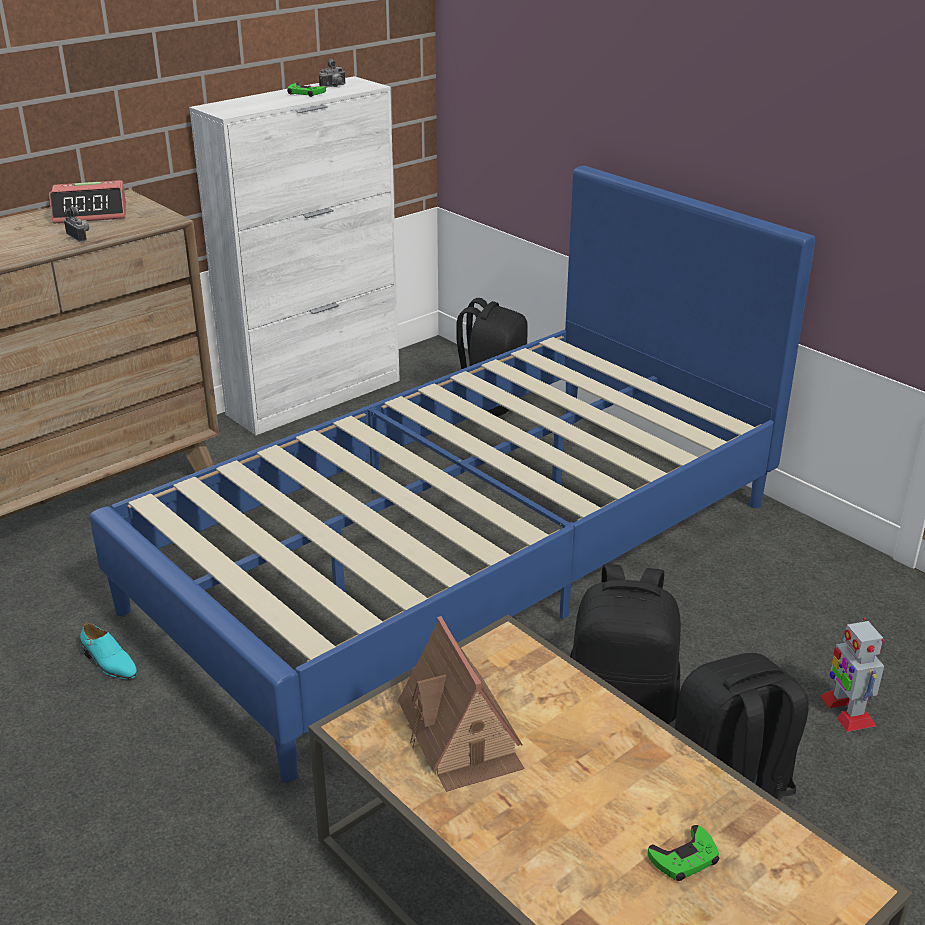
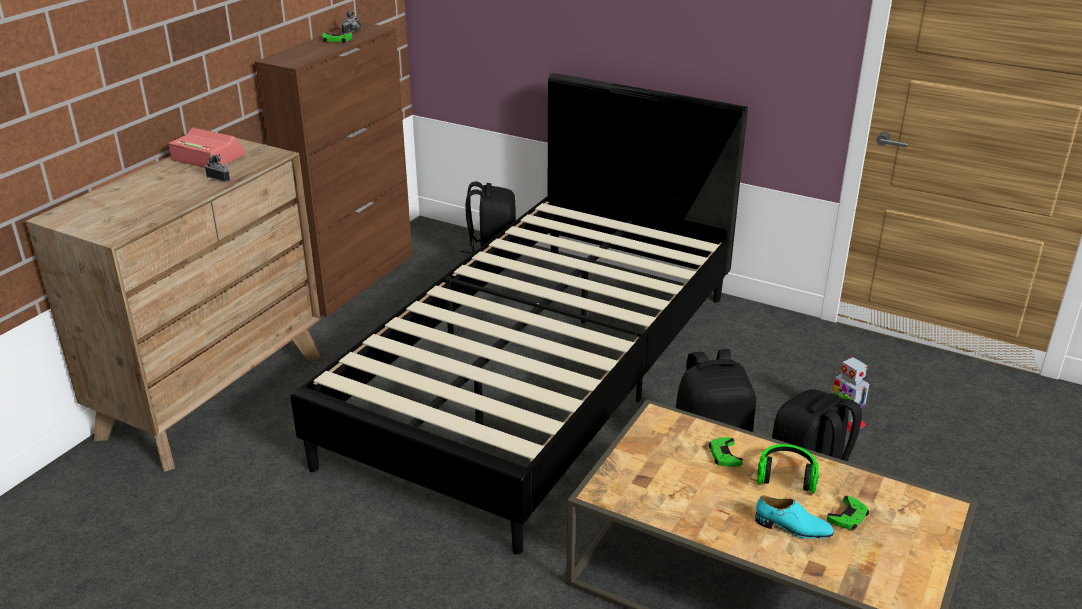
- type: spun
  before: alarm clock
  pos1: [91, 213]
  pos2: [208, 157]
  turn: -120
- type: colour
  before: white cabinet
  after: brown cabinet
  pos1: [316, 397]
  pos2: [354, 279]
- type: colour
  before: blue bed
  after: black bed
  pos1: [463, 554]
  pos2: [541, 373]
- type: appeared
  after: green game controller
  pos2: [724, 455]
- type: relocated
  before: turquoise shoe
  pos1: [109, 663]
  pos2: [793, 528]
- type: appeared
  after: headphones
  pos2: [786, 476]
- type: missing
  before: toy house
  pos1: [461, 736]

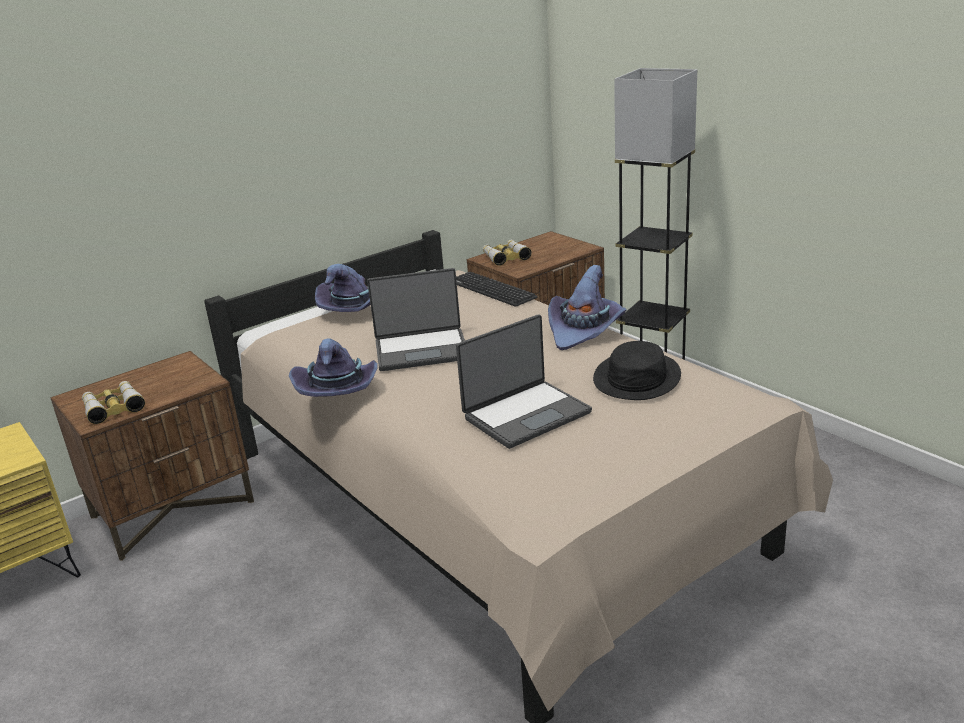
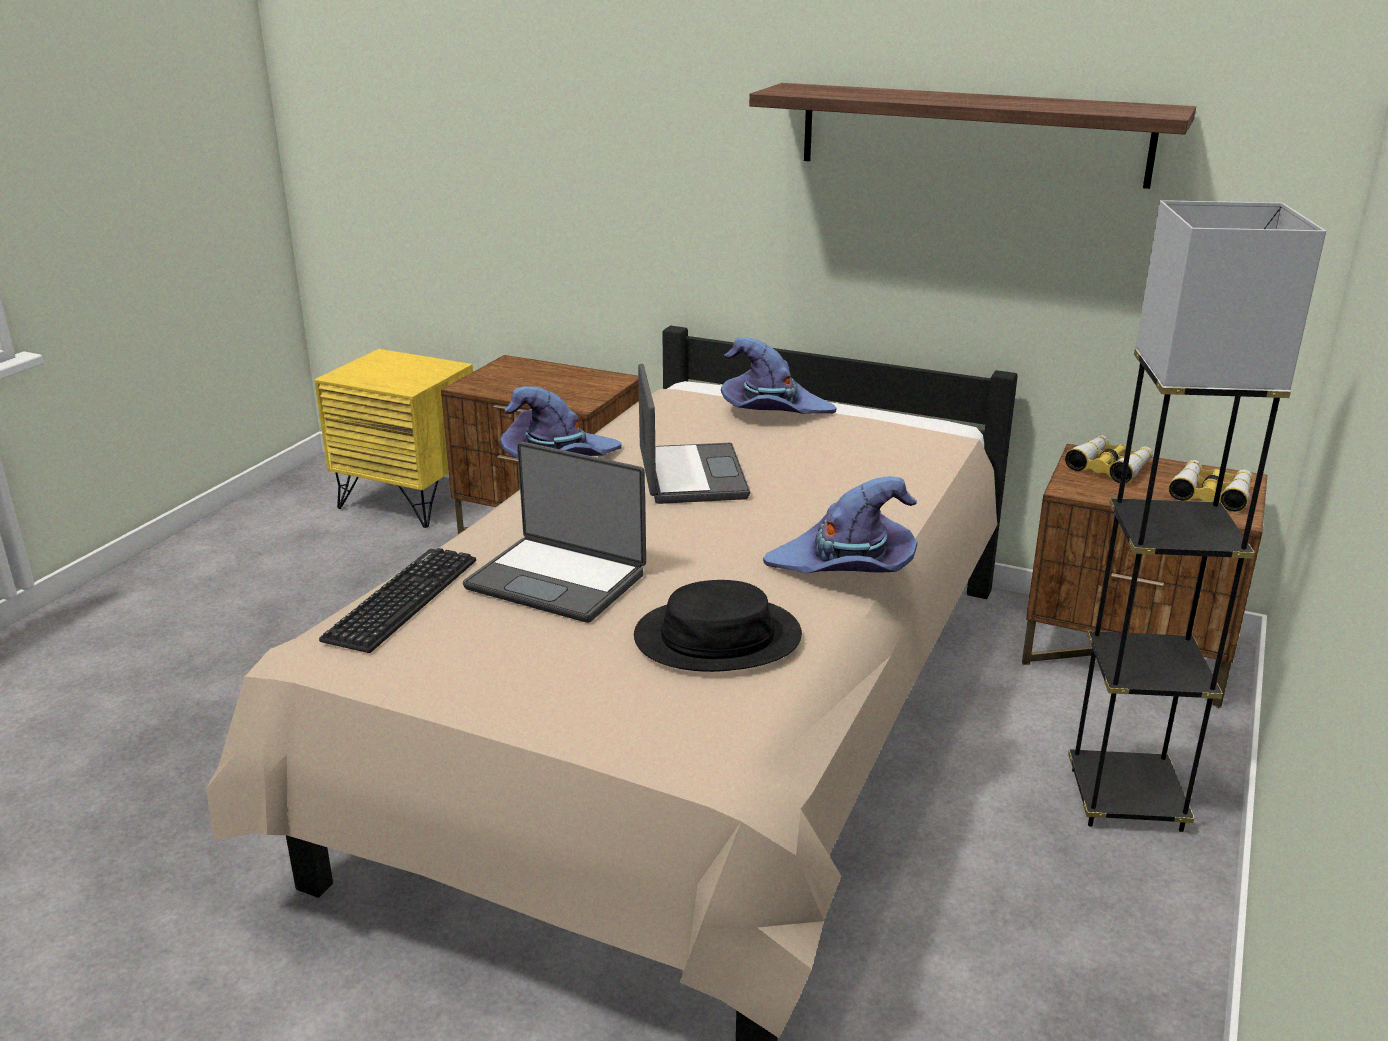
- type: relocated
  before: keyboard
  pos1: [492, 290]
  pos2: [402, 600]
- type: spun
  before: laptop
  pos1: [421, 350]
  pos2: [689, 476]
  turn: -150
- type: appeared
  after: shelf
  pos2: [972, 134]
- type: relocated
  before: binoculars
  pos1: [113, 408]
  pos2: [1210, 494]

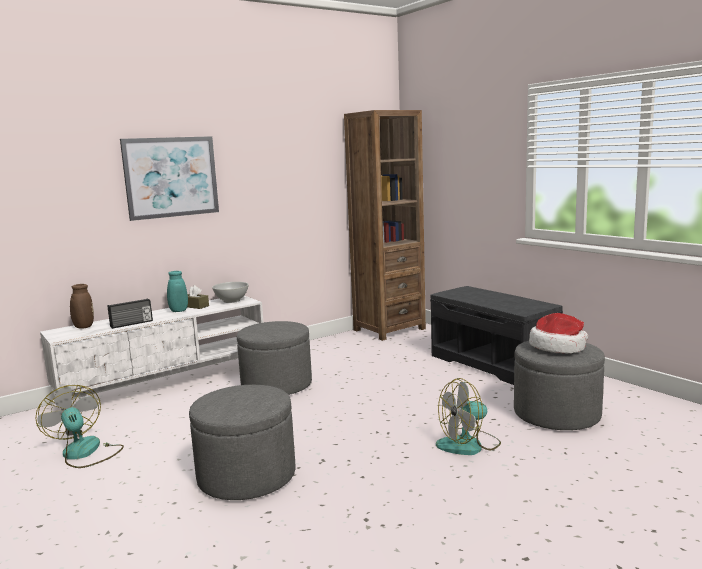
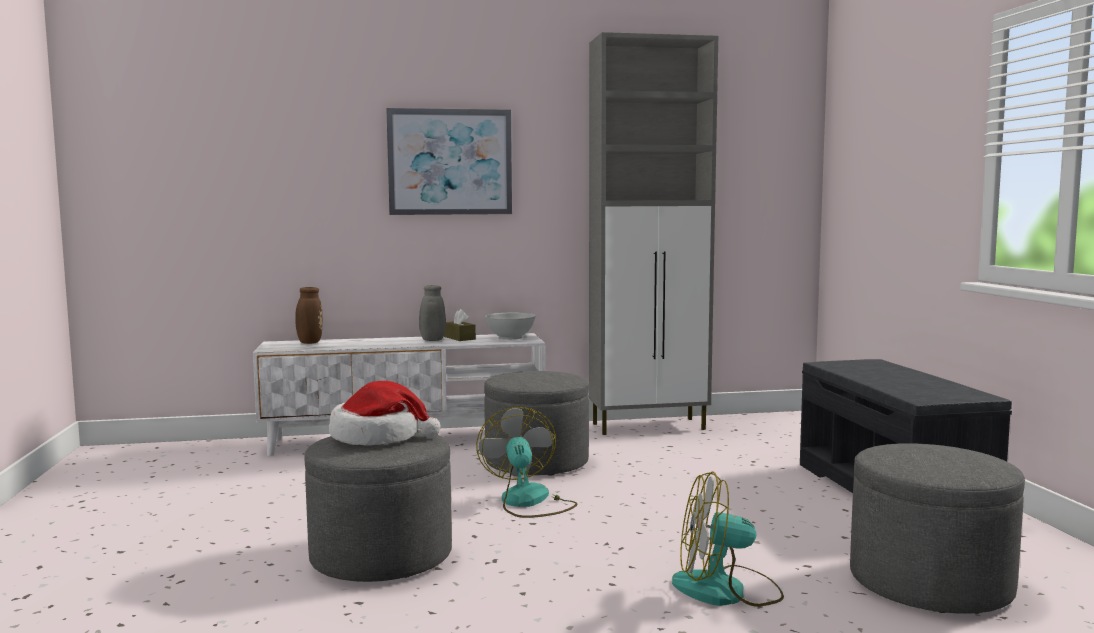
- type: relocated
  before: hat
  pos1: [558, 347]
  pos2: [378, 437]
- type: colour
  before: turquoise vase
  after: grey vase
  pos1: [178, 311]
  pos2: [431, 340]
- type: relocated
  before: fan
  pos1: [85, 453]
  pos2: [528, 502]
- type: appeared
  after: grey cabinet
  pos2: [650, 426]
- type: missing
  before: radio
  pos1: [131, 324]
- type: missing
  before: brown bookcase
  pos1: [389, 329]

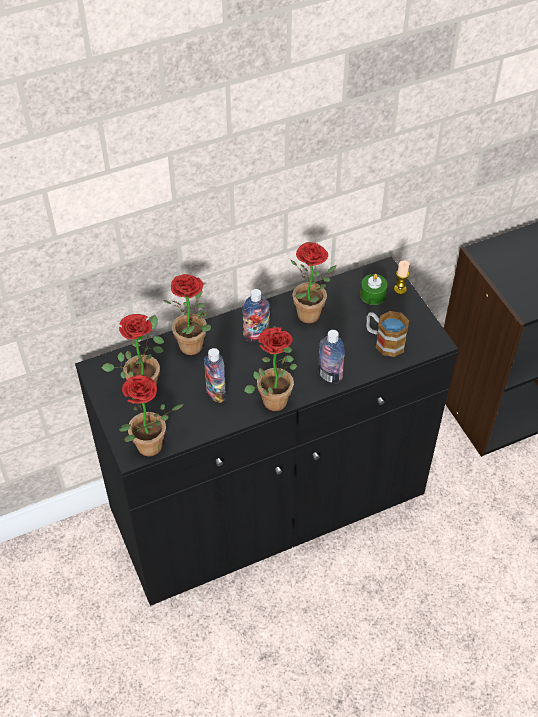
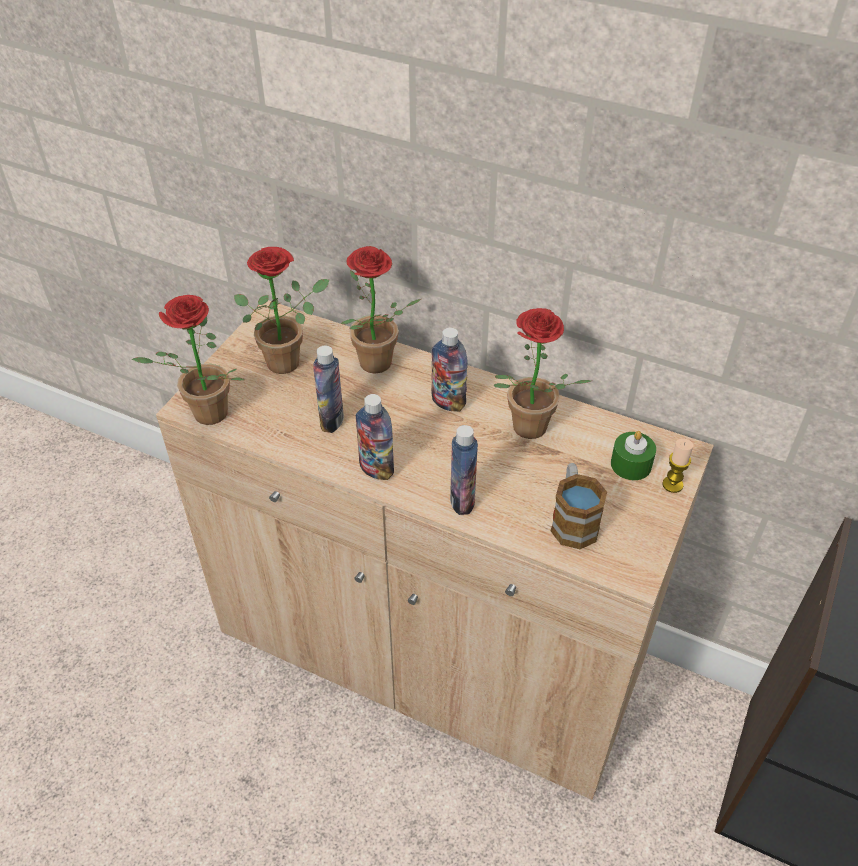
- type: colour
  before: black cabinet
  after: beige cabinet
  pos1: [268, 504]
  pos2: [429, 650]
- type: exchanged
  before: potted plant
  after: bottle
  pos1: [273, 397]
  pos2: [376, 469]

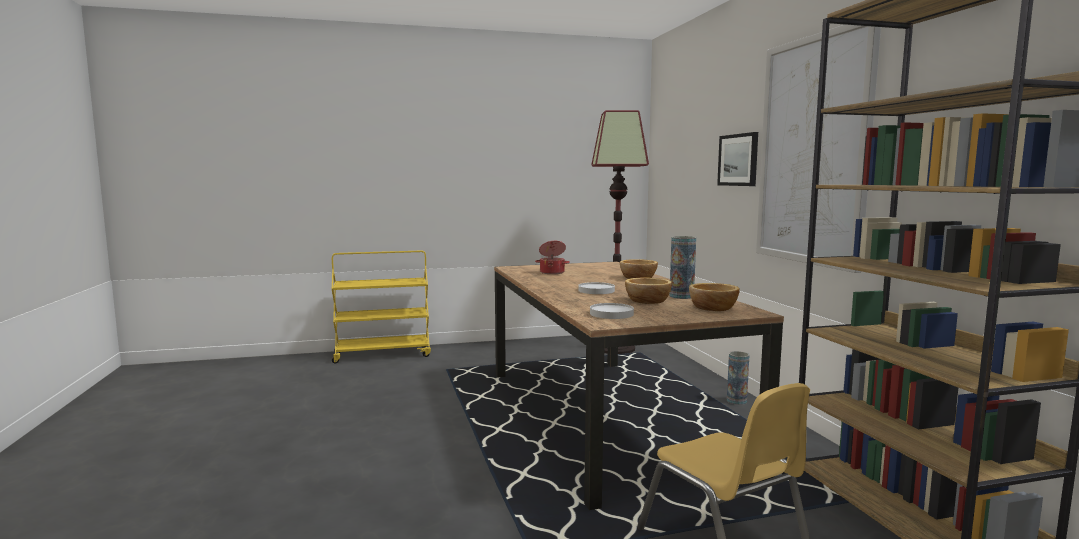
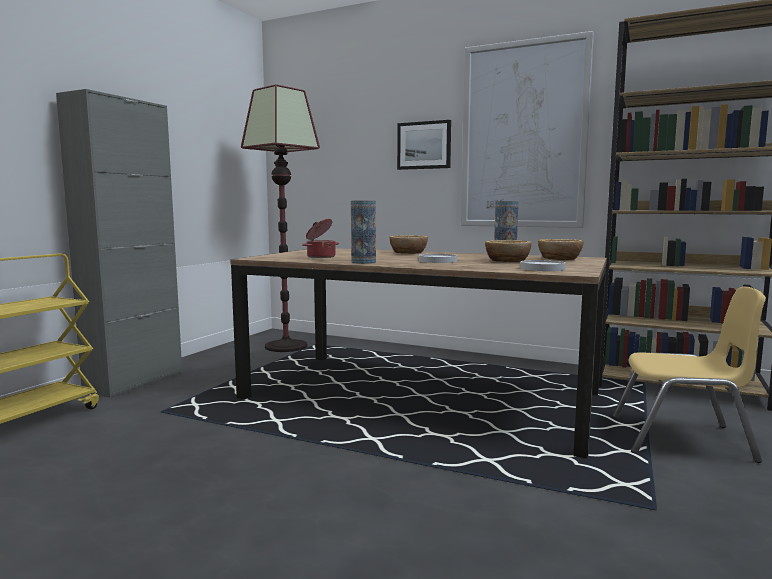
- type: appeared
  after: grey cabinet
  pos2: [134, 381]
- type: relocated
  before: vase
  pos1: [736, 401]
  pos2: [363, 262]

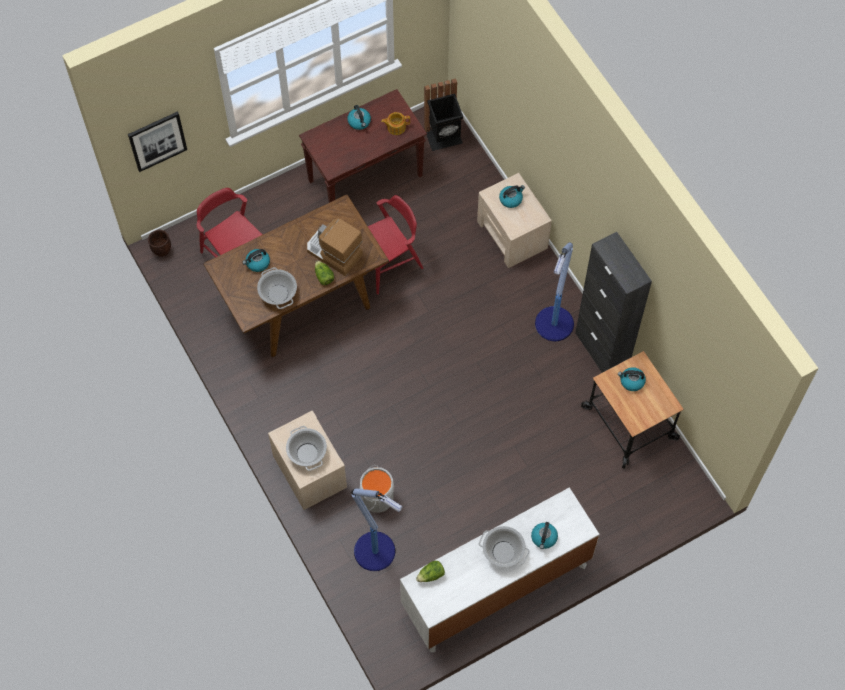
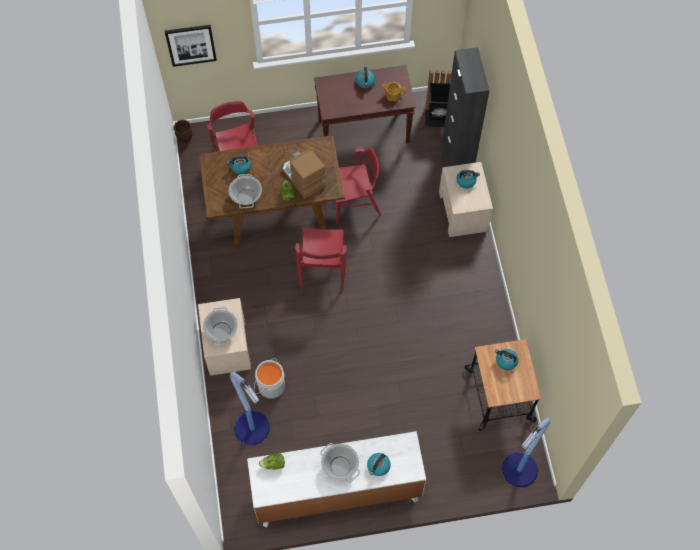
- type: appeared
  after: red chair
  pos2: [322, 269]
- type: relocated
  before: black cabinet
  pos1: [601, 350]
  pos2: [457, 158]
- type: relocated
  before: floor lamp
  pos1: [554, 325]
  pos2: [518, 471]

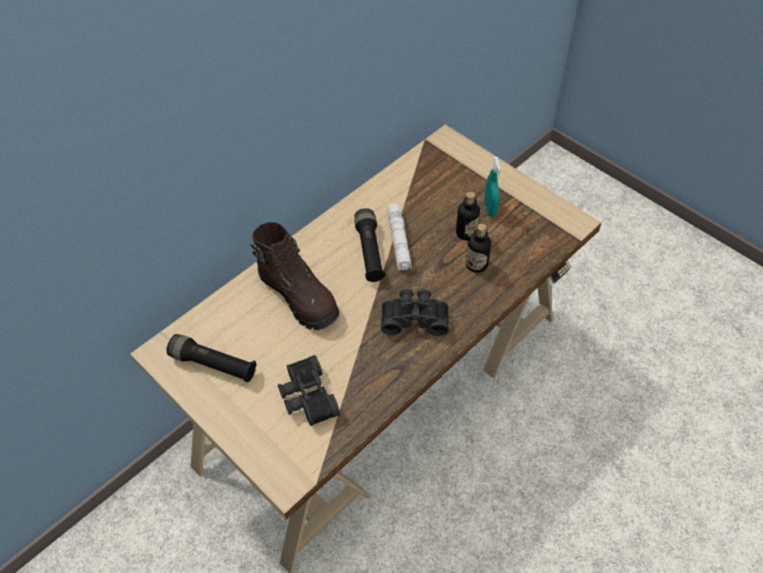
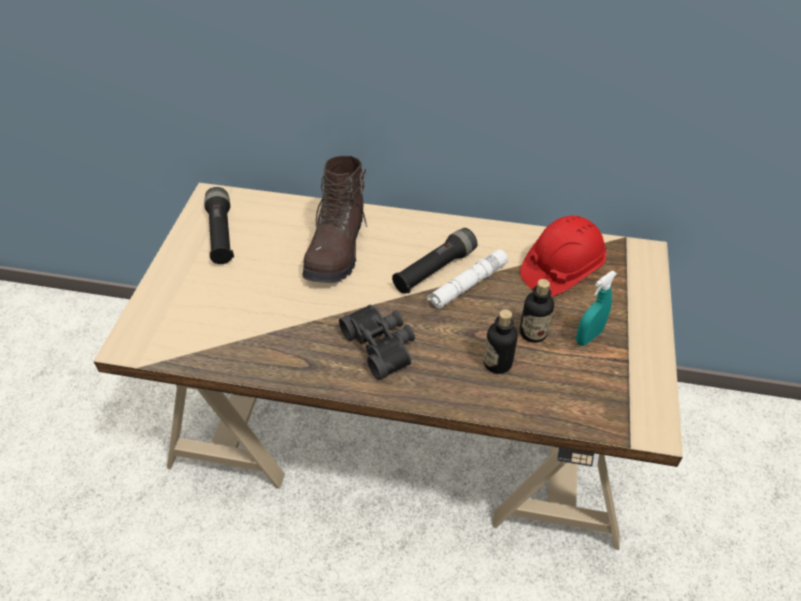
- type: appeared
  after: red hard hat
  pos2: [561, 269]
- type: missing
  before: black binoculars
  pos1: [306, 397]

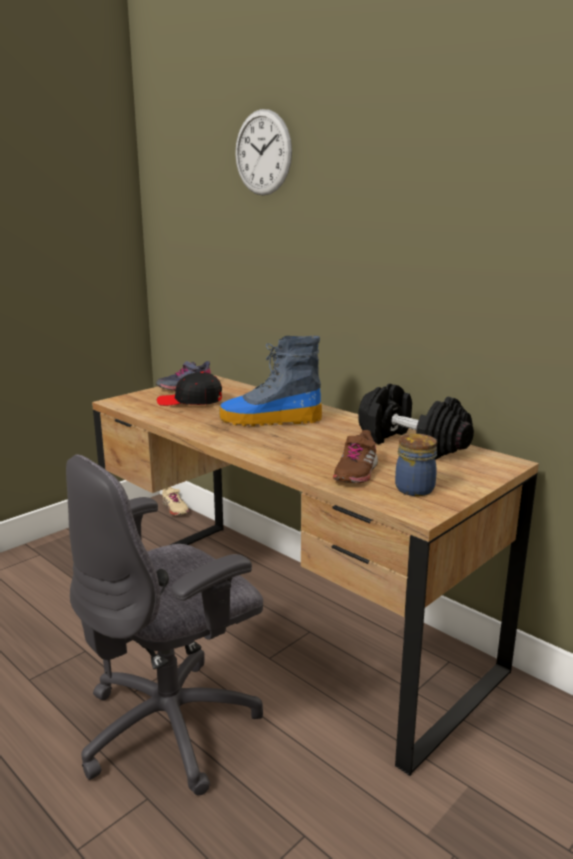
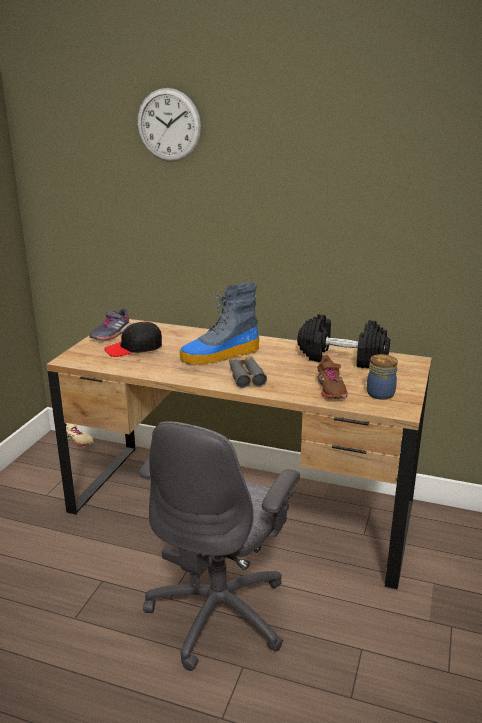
- type: appeared
  after: grey binoculars
  pos2: [245, 376]

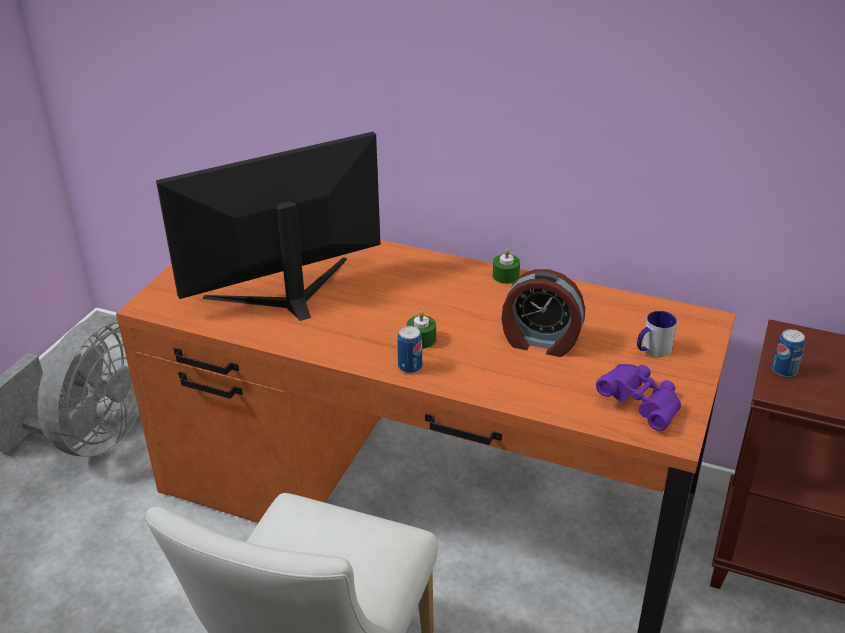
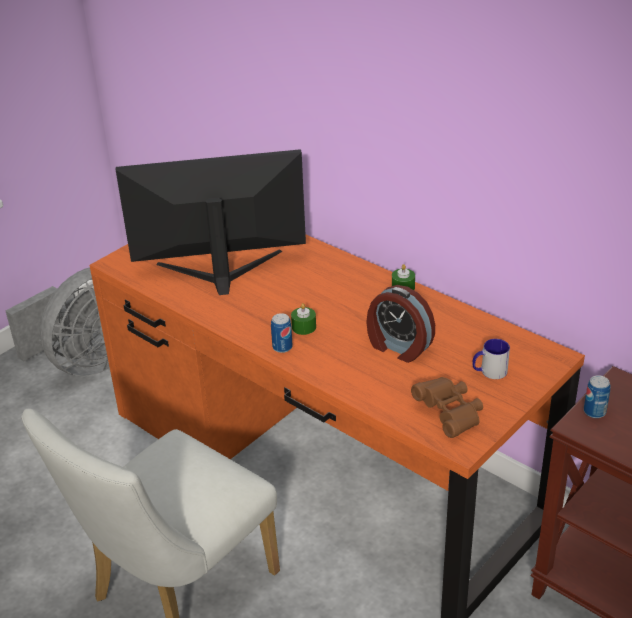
- type: colour
  before: purple binoculars
  after: brown binoculars
  pos1: [641, 405]
  pos2: [450, 415]

